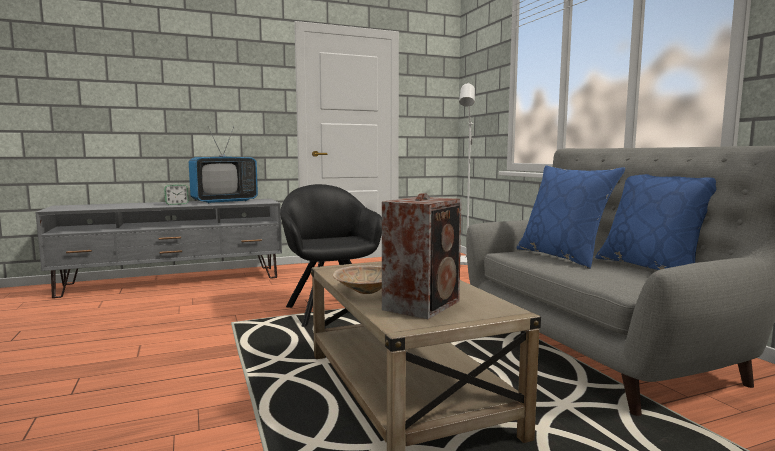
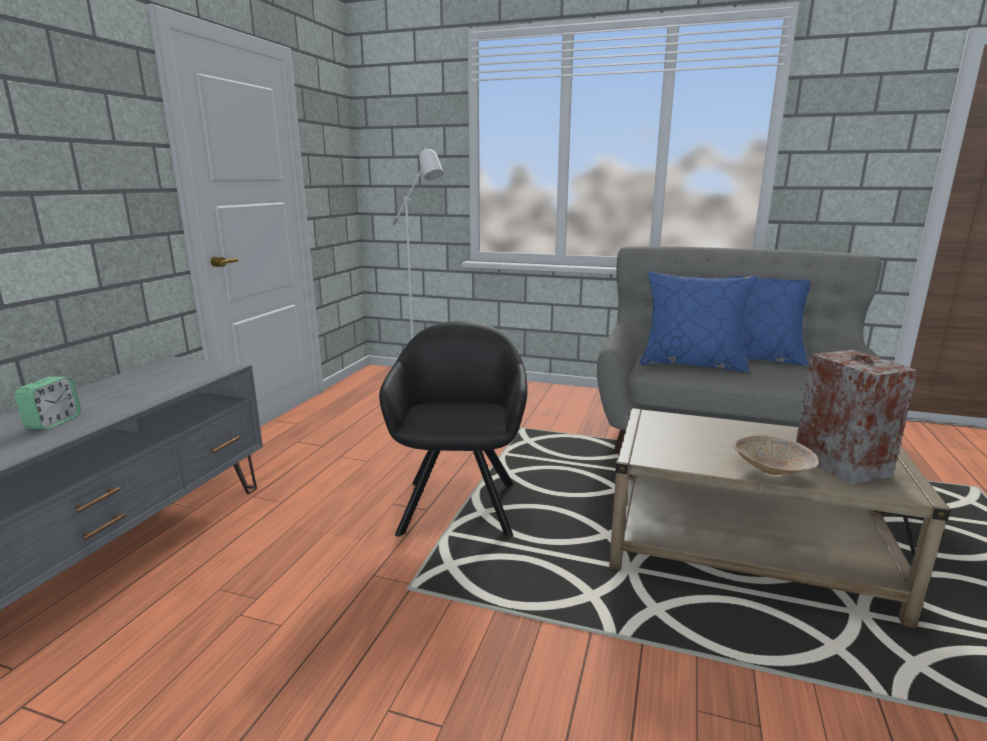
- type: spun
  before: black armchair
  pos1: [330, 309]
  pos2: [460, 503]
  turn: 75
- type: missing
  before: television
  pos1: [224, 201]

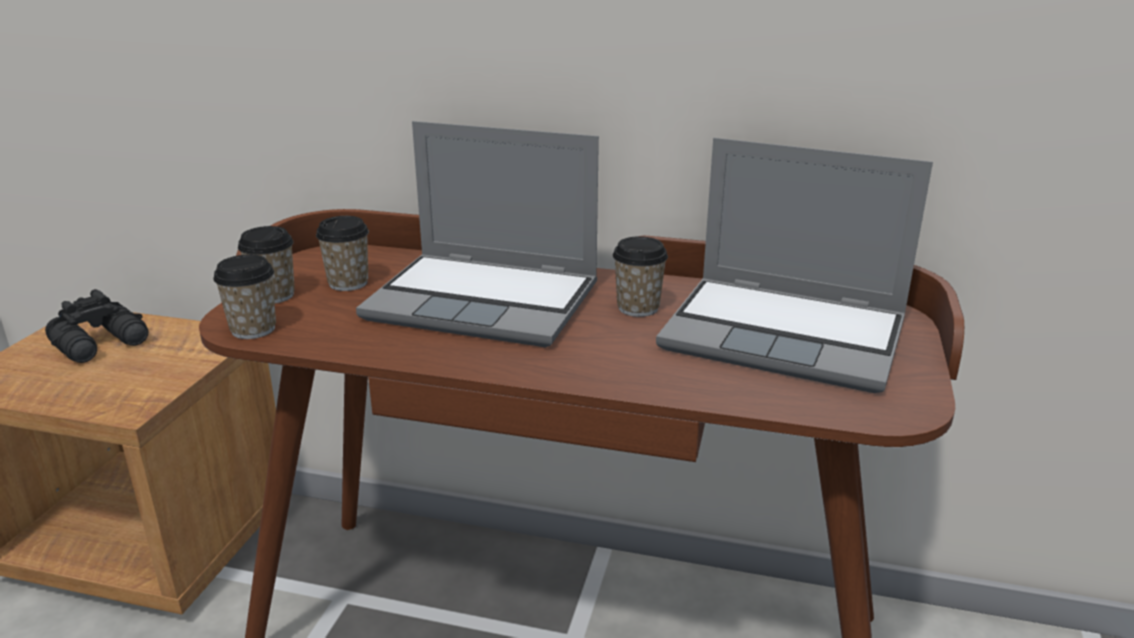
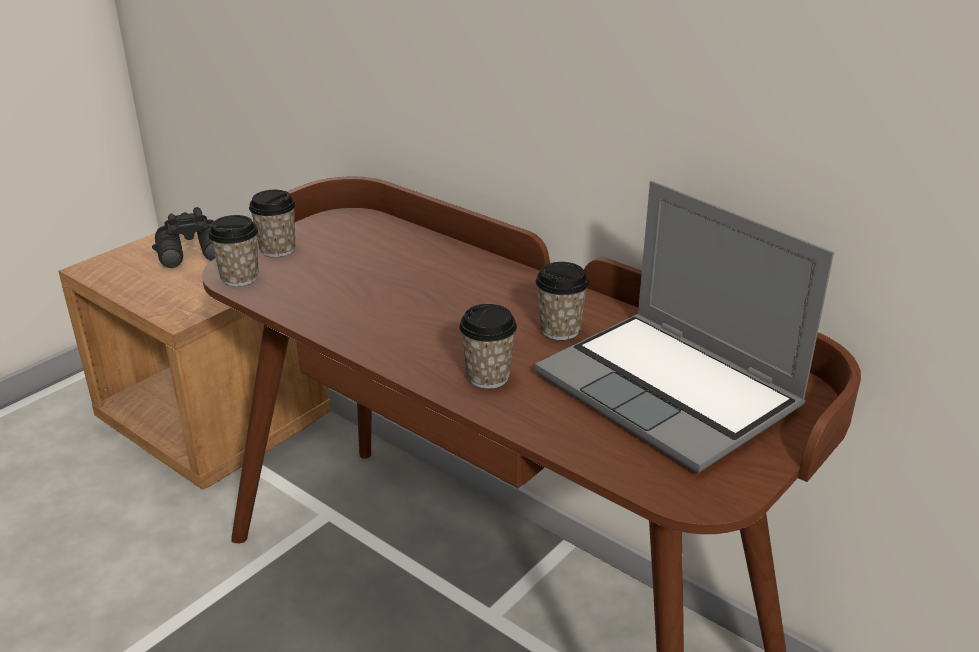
- type: relocated
  before: cup
  pos1: [348, 283]
  pos2: [488, 376]
- type: missing
  before: laptop
  pos1: [487, 302]

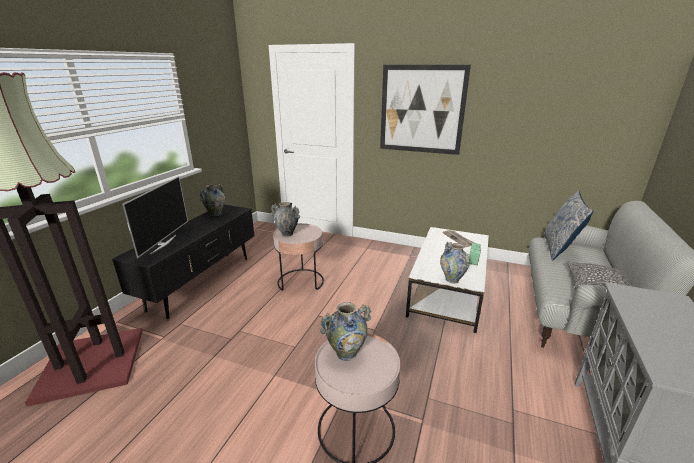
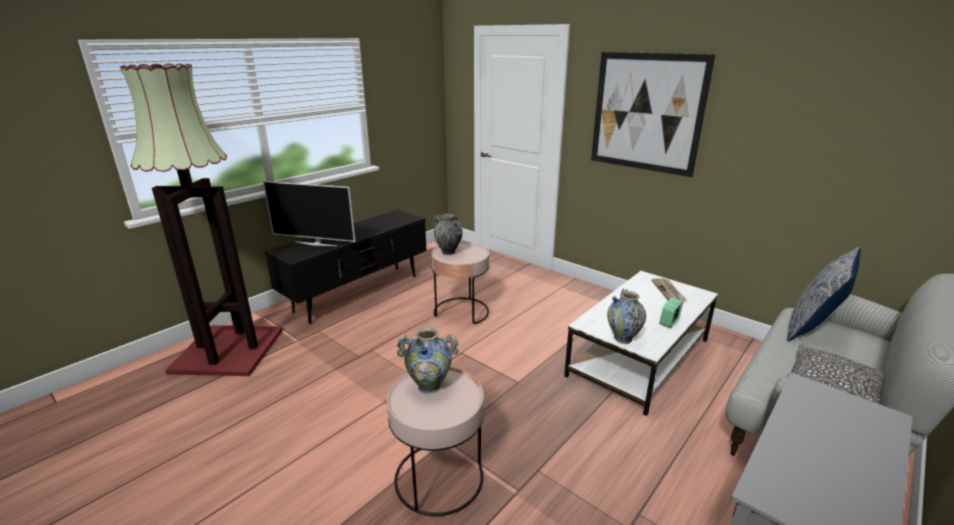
- type: spun
  before: television
  pos1: [163, 244]
  pos2: [316, 243]
  turn: 75
- type: missing
  before: vase
  pos1: [216, 214]

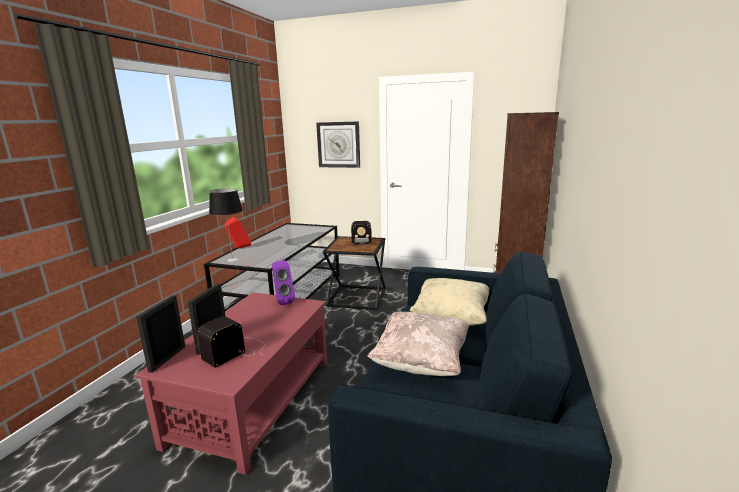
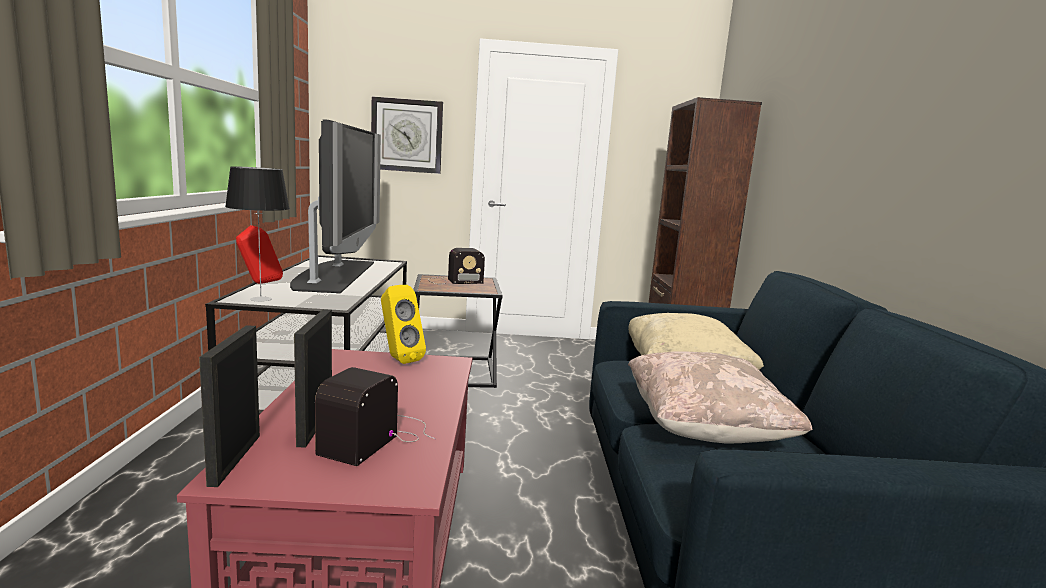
- type: appeared
  after: television
  pos2: [334, 275]
- type: colour
  before: purple speaker
  after: yellow speaker
  pos1: [283, 301]
  pos2: [398, 359]

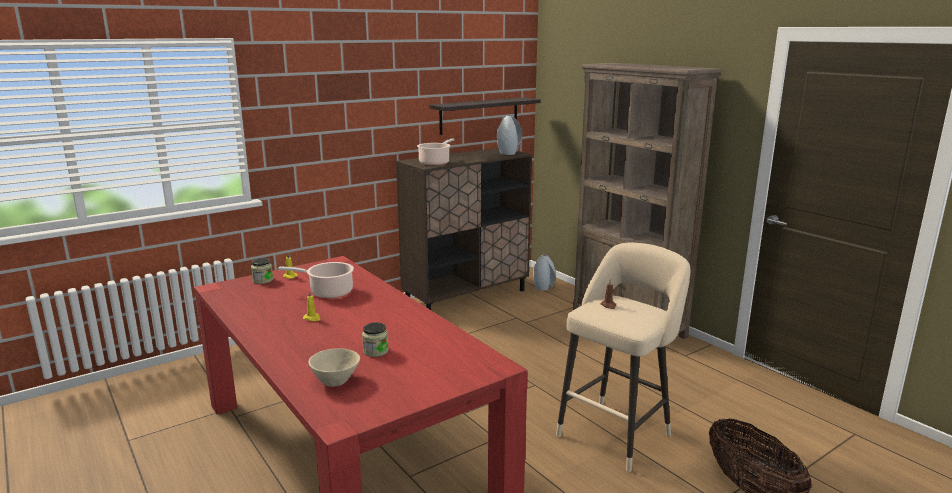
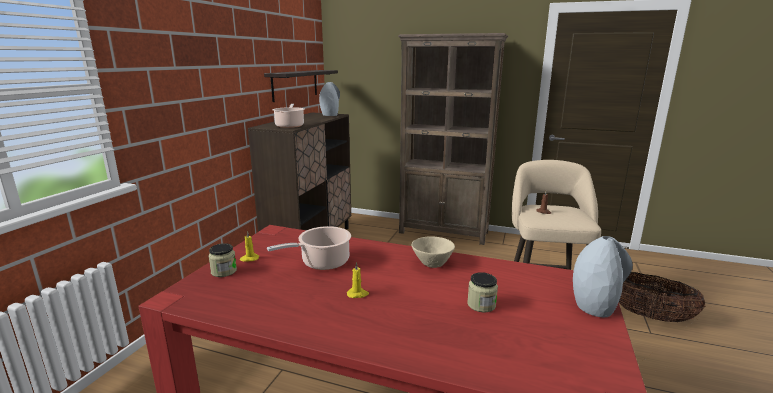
- type: relocated
  before: beige bowl
  pos1: [337, 380]
  pos2: [433, 262]
- type: relocated
  before: grey vase
  pos1: [543, 287]
  pos2: [594, 306]

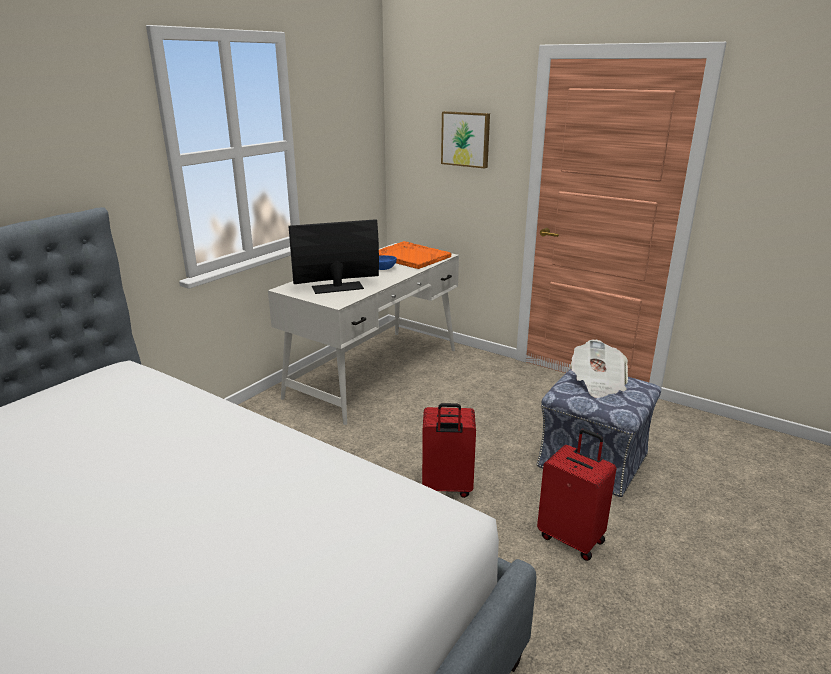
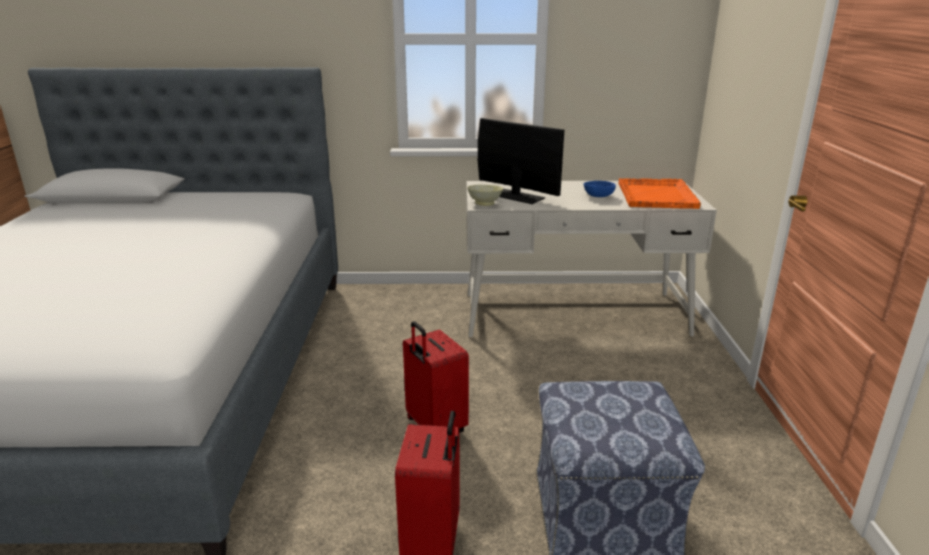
- type: appeared
  after: beige bowl
  pos2: [485, 204]
- type: missing
  before: picture
  pos1: [466, 139]
- type: missing
  before: newspaper
  pos1: [597, 383]

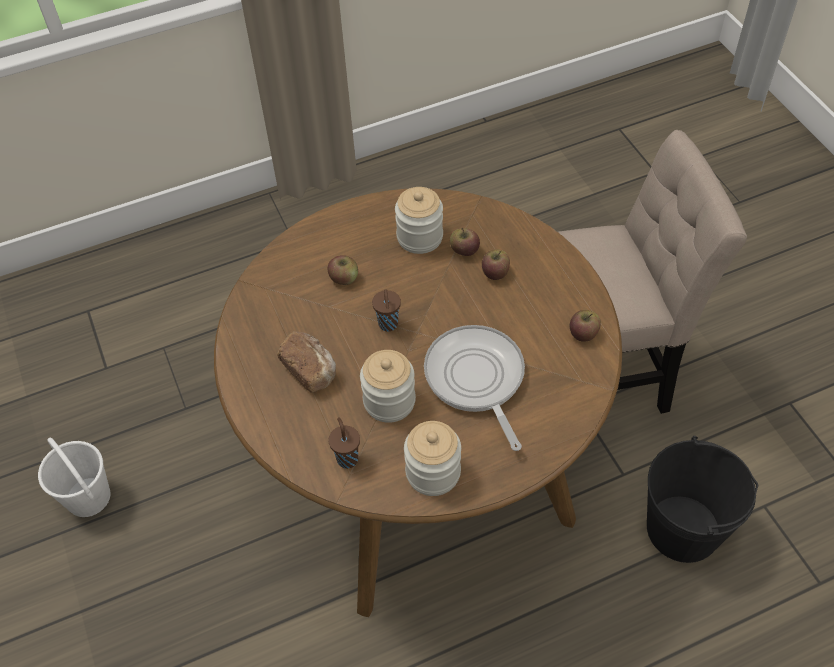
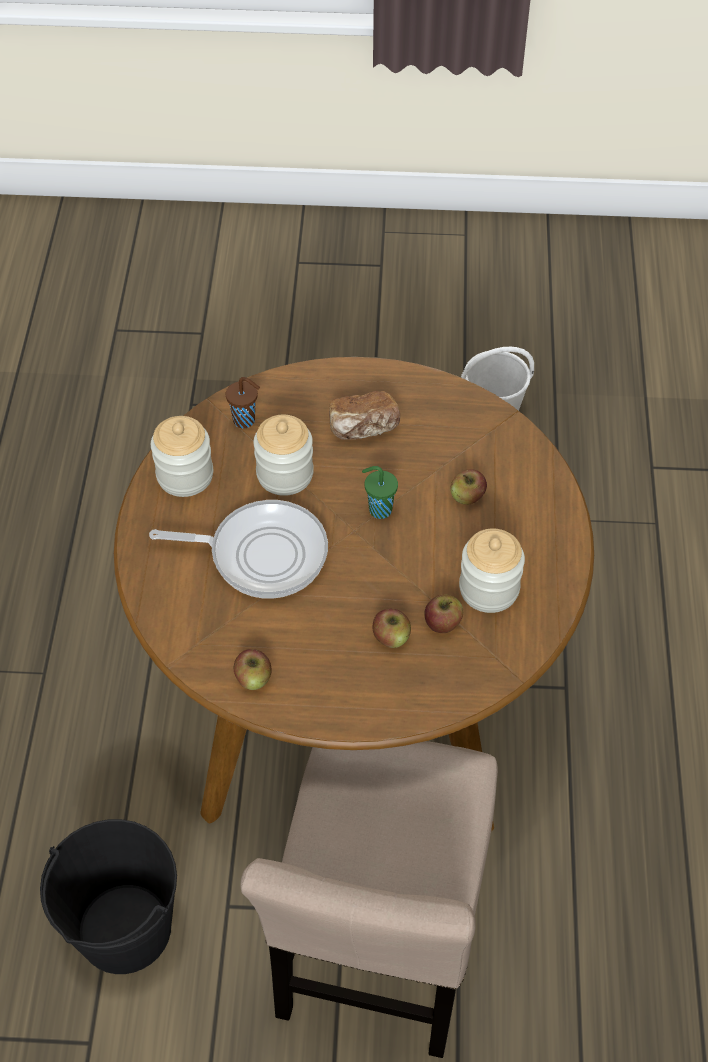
- type: colour
  before: brown cup
  after: green cup
  pos1: [388, 325]
  pos2: [378, 509]

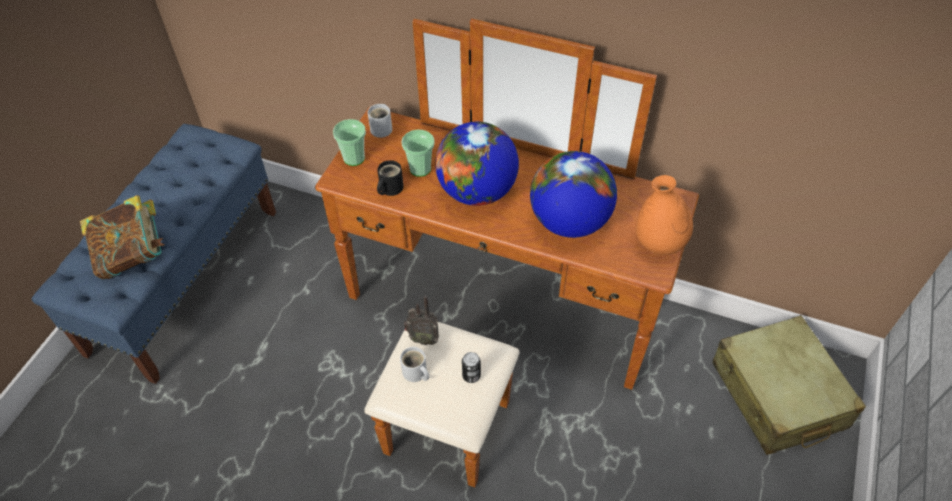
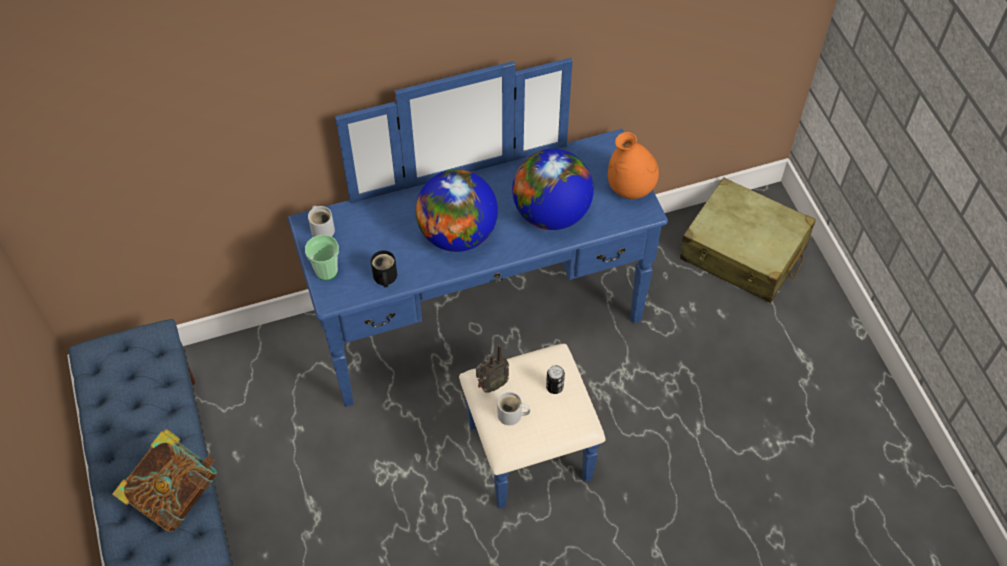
- type: colour
  before: brown dresser
  after: blue dresser
  pos1: [491, 329]
  pos2: [492, 349]
- type: missing
  before: cup
  pos1: [420, 168]

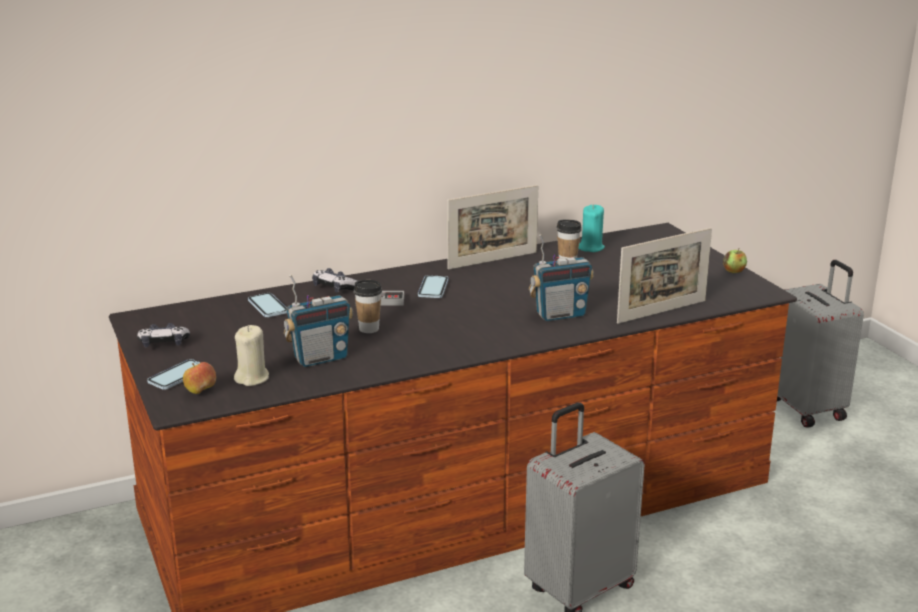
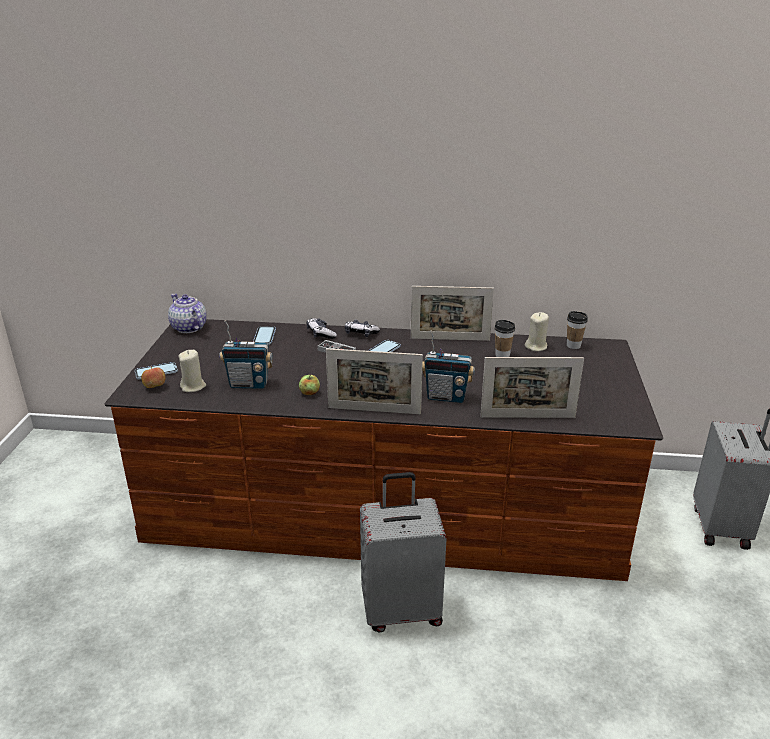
- type: appeared
  after: teapot
  pos2: [189, 328]
- type: relocated
  before: apple
  pos1: [734, 271]
  pos2: [309, 393]
- type: appeared
  after: picture frame
  pos2: [374, 410]
- type: relocated
  before: game controller
  pos1: [163, 343]
  pos2: [361, 333]
- type: colour
  before: turquoise candle
  after: beige candle
  pos1: [591, 247]
  pos2: [536, 346]
- type: relocated
  before: cup
  pos1: [369, 329]
  pos2: [573, 345]

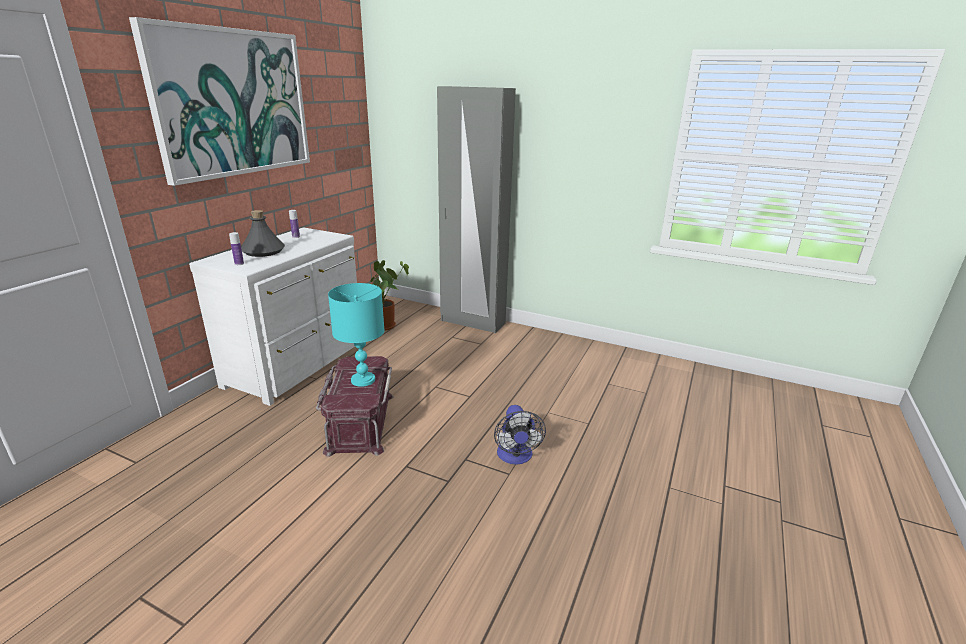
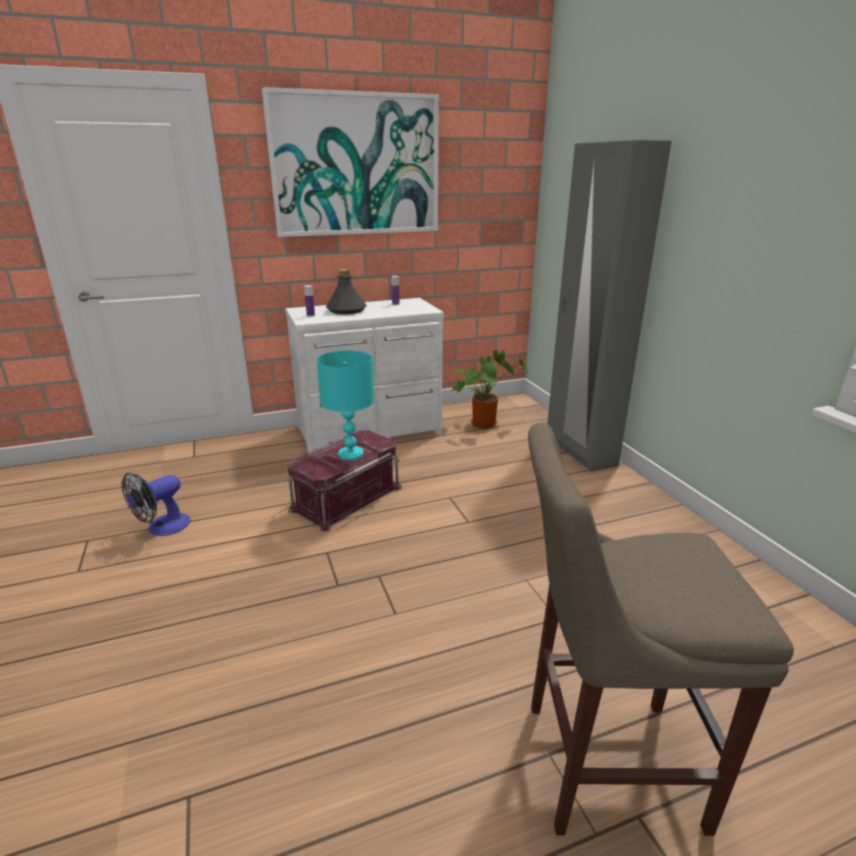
- type: relocated
  before: fan
  pos1: [515, 457]
  pos2: [162, 528]
- type: appeared
  after: beige stool
  pos2: [602, 762]

